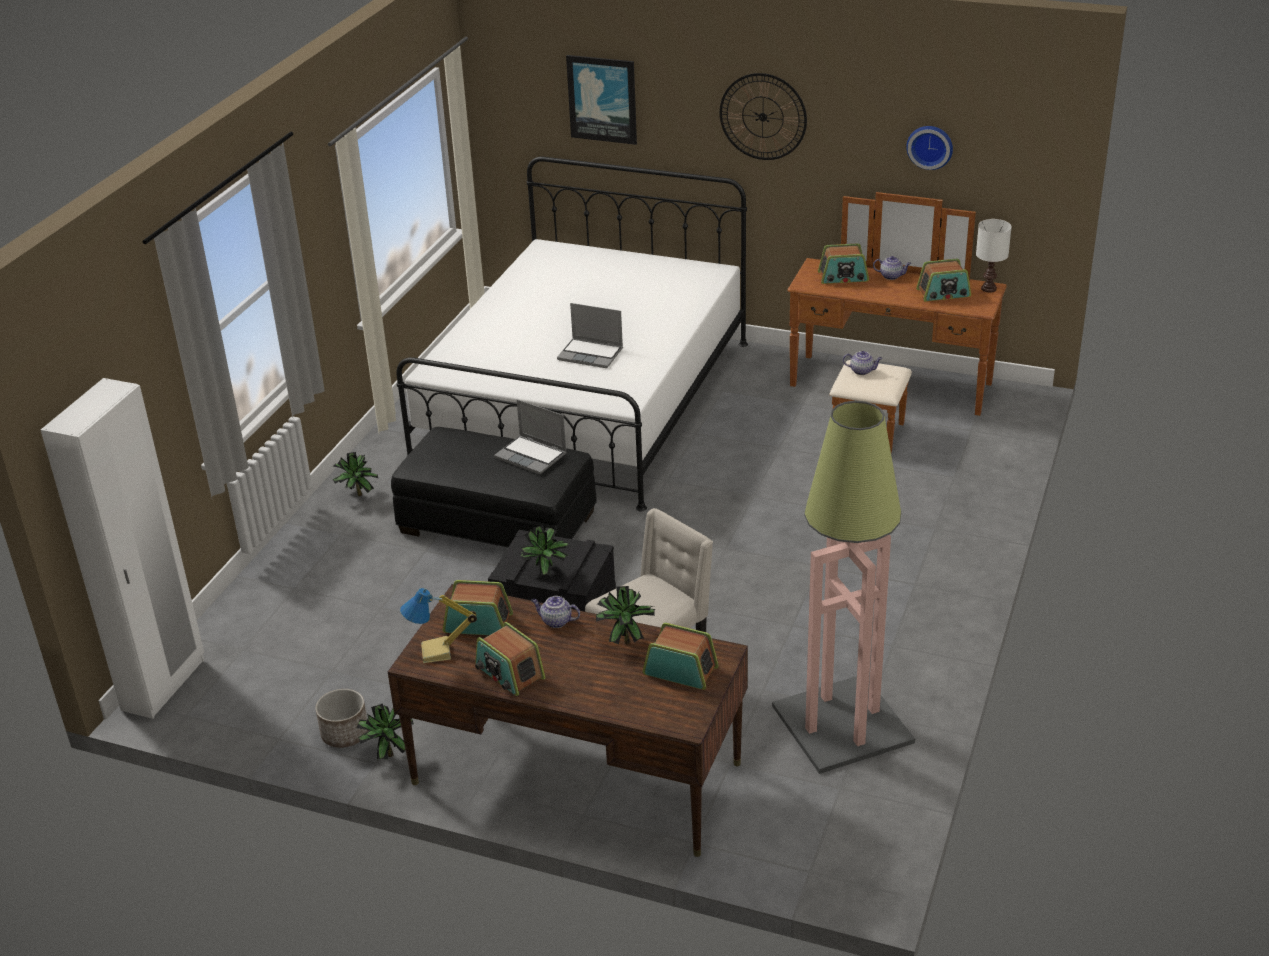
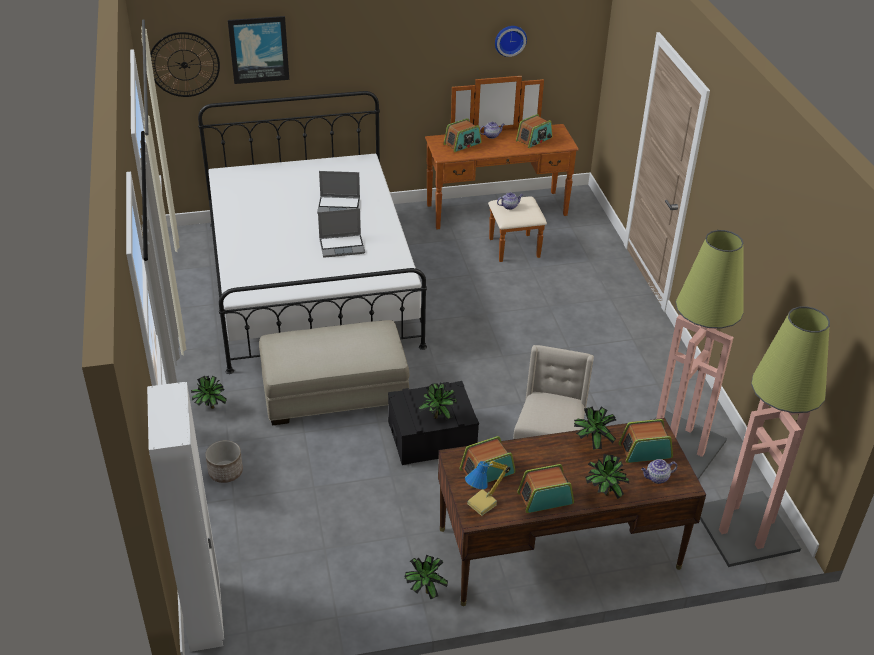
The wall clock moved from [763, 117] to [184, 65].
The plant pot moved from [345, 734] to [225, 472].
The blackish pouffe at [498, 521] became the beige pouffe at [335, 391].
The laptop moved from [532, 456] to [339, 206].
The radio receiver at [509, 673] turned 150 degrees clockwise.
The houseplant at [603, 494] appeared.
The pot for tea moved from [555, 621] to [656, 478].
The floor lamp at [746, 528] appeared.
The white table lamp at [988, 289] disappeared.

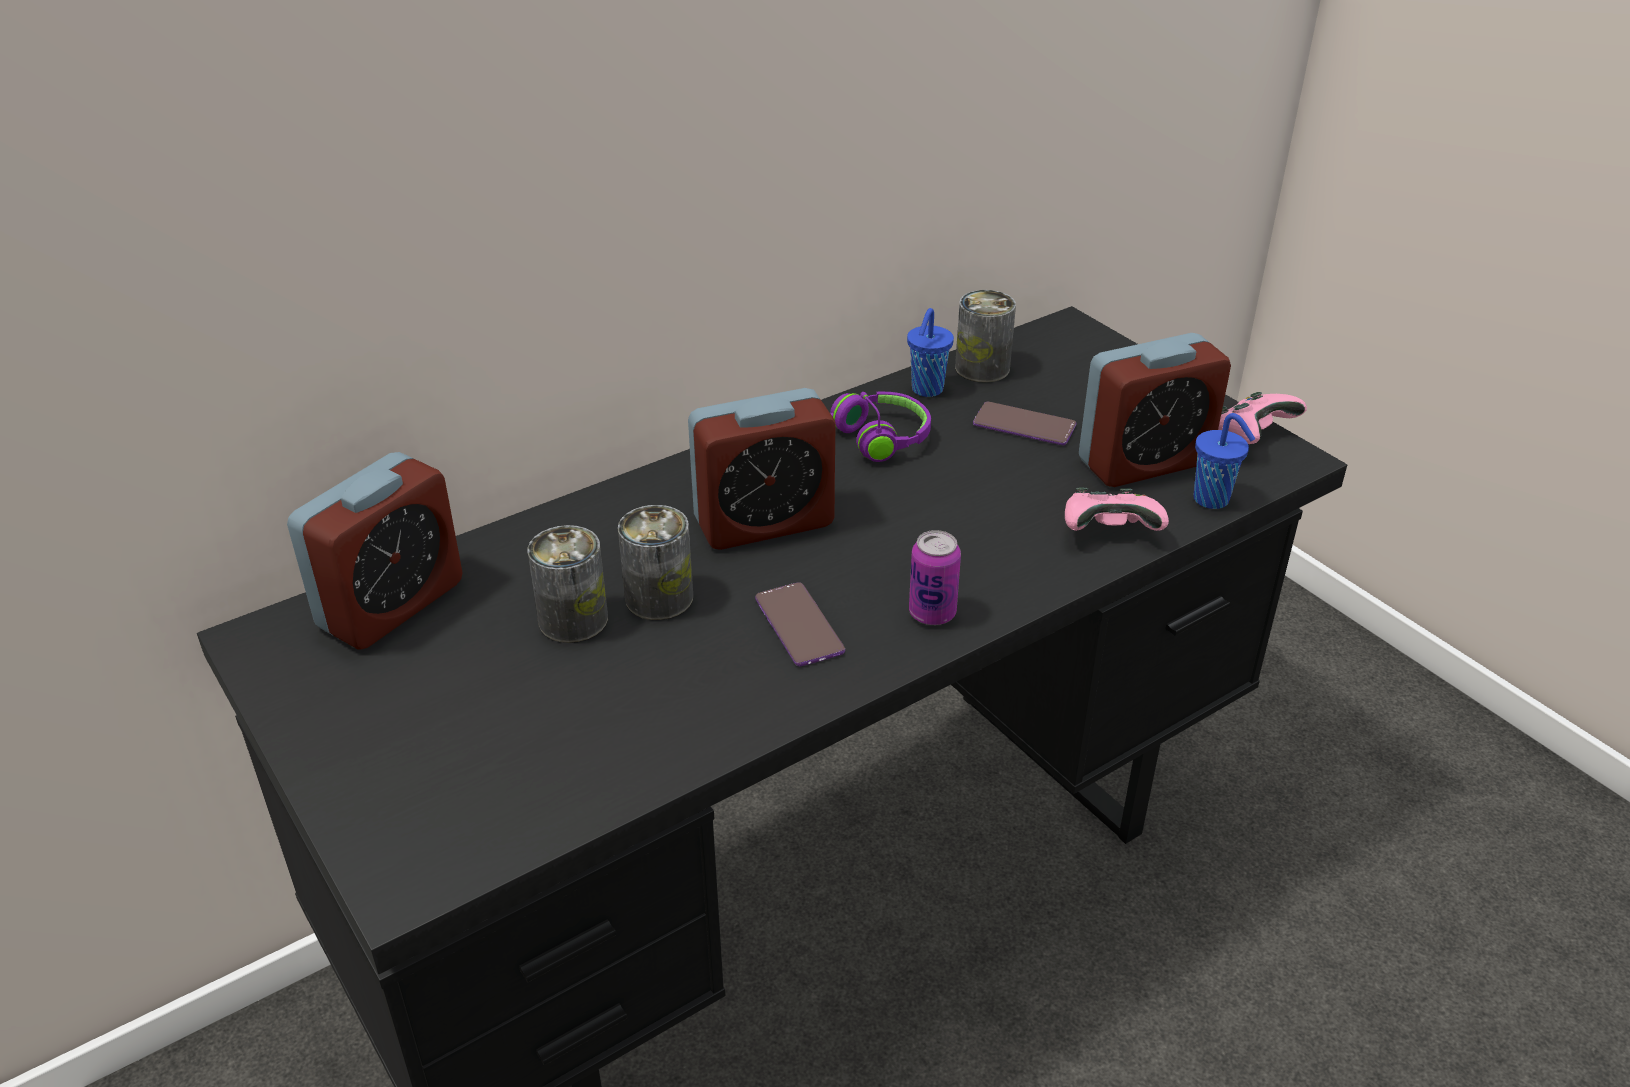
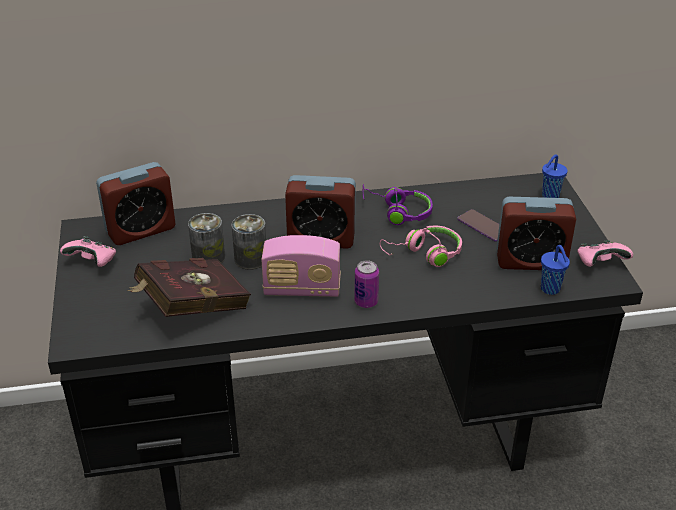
The pinkish gamepad moved from [1109, 532] to [93, 262].
The reddish volume at [190, 308] appeared.
The telephone at [799, 625] was replaced by the radio receiver at [302, 289].
The pinkish headset at [424, 254] appeared.
The bluish drinking cup moved from [926, 390] to [549, 197].
The sealed can at [982, 368] disappeared.

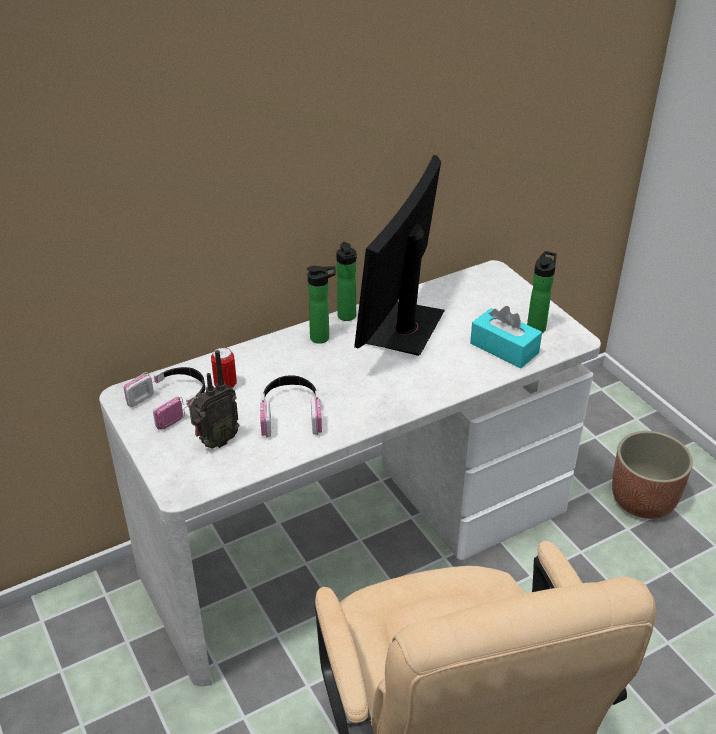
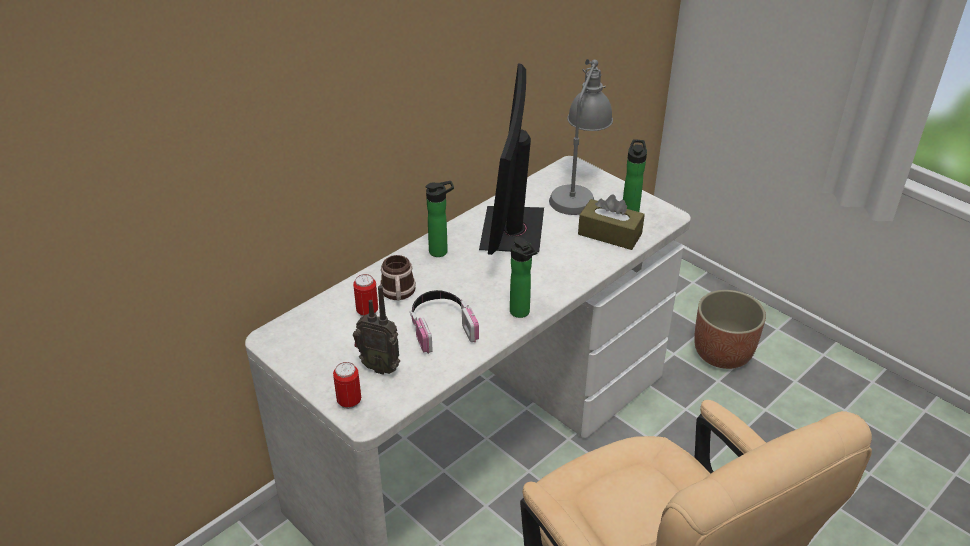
The sealed can at [349, 402] appeared.
The radio receiver at [215, 442] turned 75 degrees clockwise.
The coffee mug at [398, 293] appeared.
The beverage bottle moved from [347, 317] to [521, 313].
The greyish table lamp at [577, 191] appeared.
The blue-green tissue holder at [504, 348] became the brownish tissue holder at [609, 234].
The headset at [172, 402] disappeared.

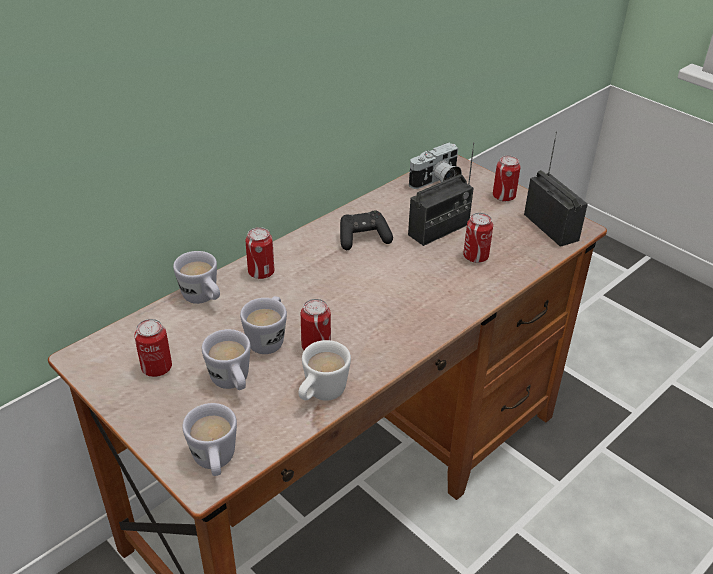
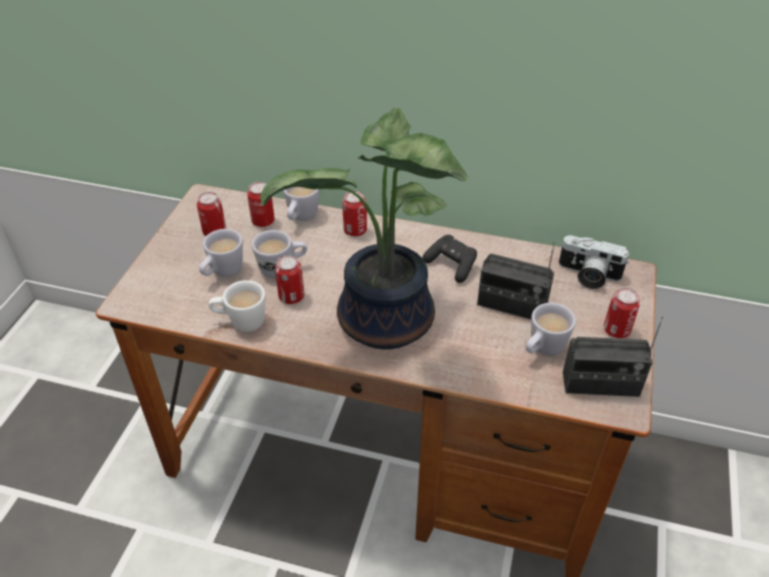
The sealed can moved from [475, 257] to [263, 221].
The houseplant at [383, 324] appeared.
The white coffee mug moved from [215, 463] to [542, 350].
The radio receiver at [551, 227] turned 60 degrees clockwise.

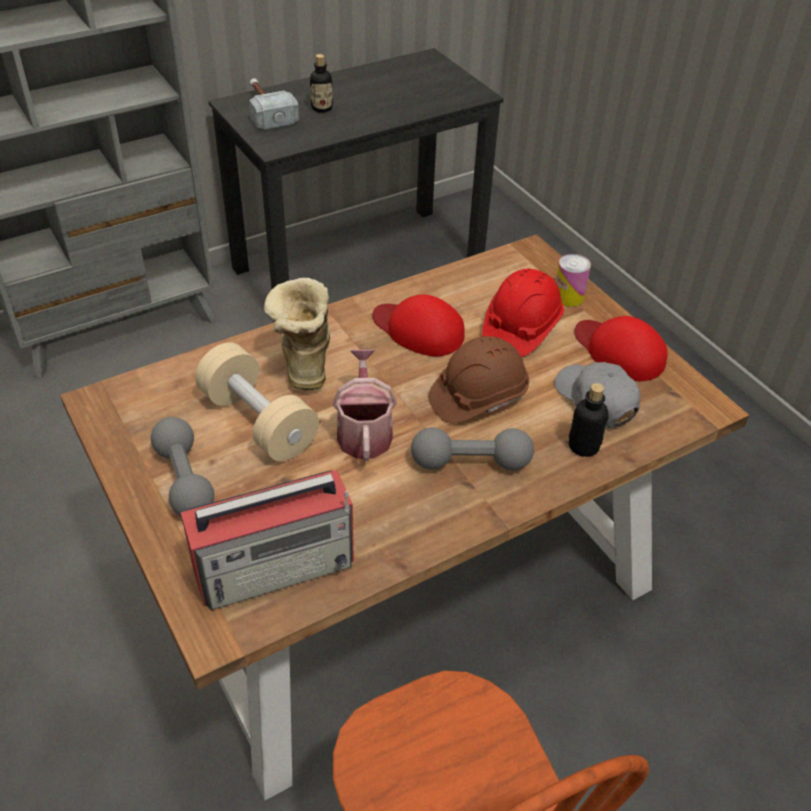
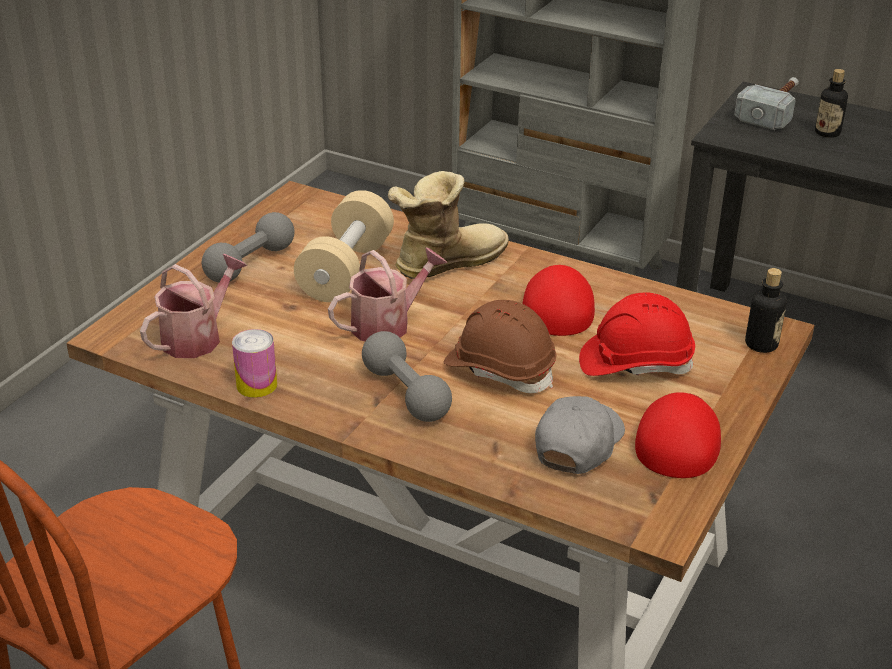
The radio receiver at [277, 566] was replaced by the watering pot at [197, 337].
The sealed can moved from [568, 297] to [256, 385].
The beverage bottle moved from [583, 446] to [761, 344].

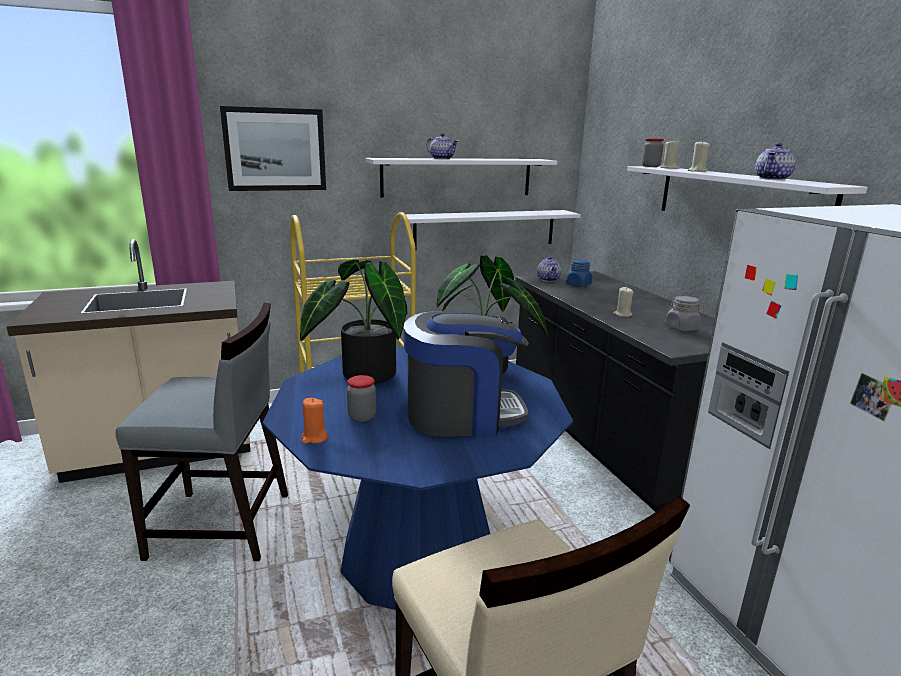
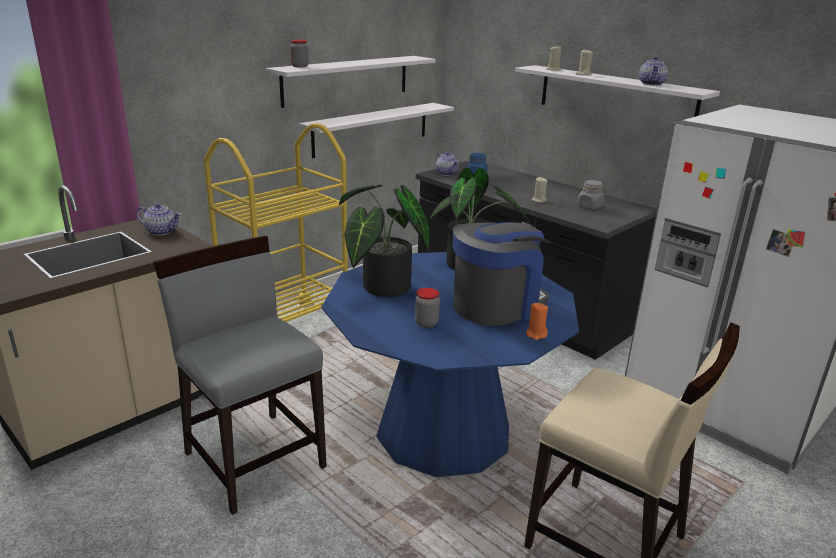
The pot for tea moved from [442, 158] to [161, 231].
The greyish upright chair at [222, 526] turned 105 degrees counterclockwise.
The preserve jar moved from [650, 166] to [299, 66].
The orange candle moved from [314, 438] to [536, 334].
The picture at [275, 149] disappeared.

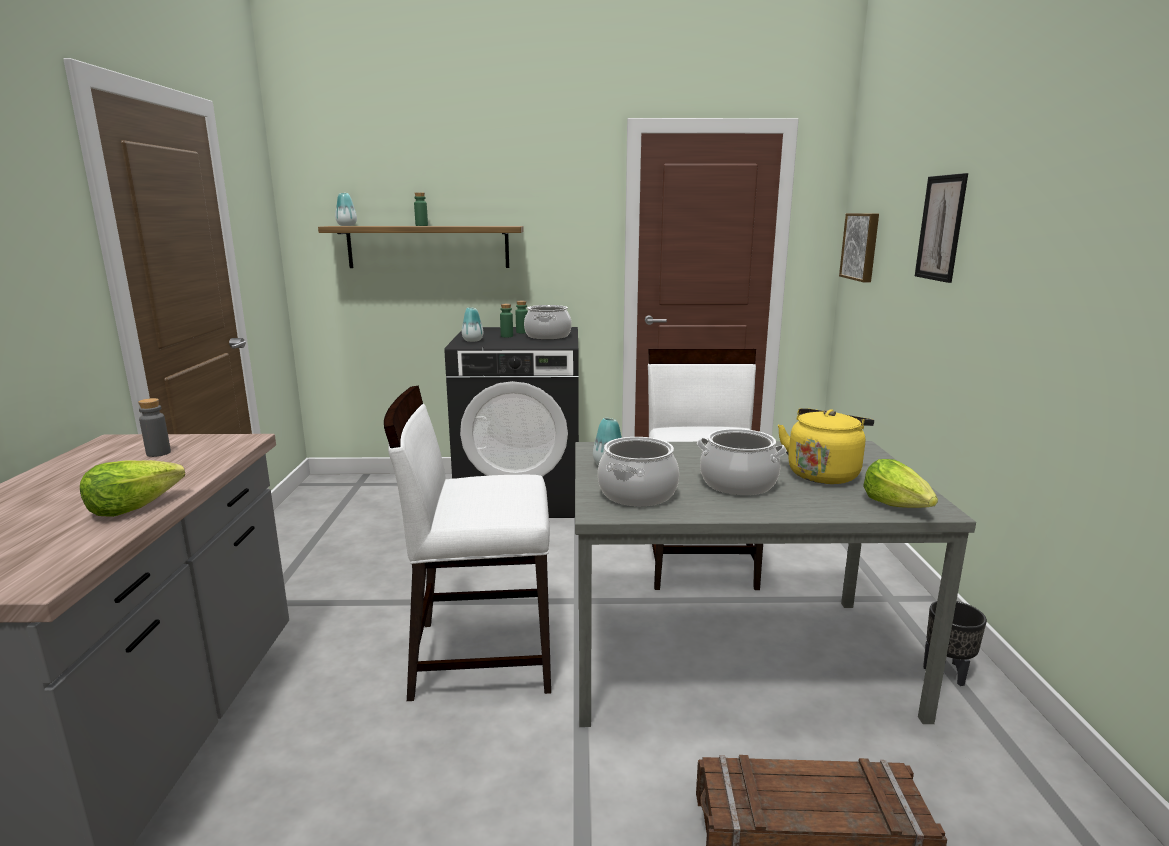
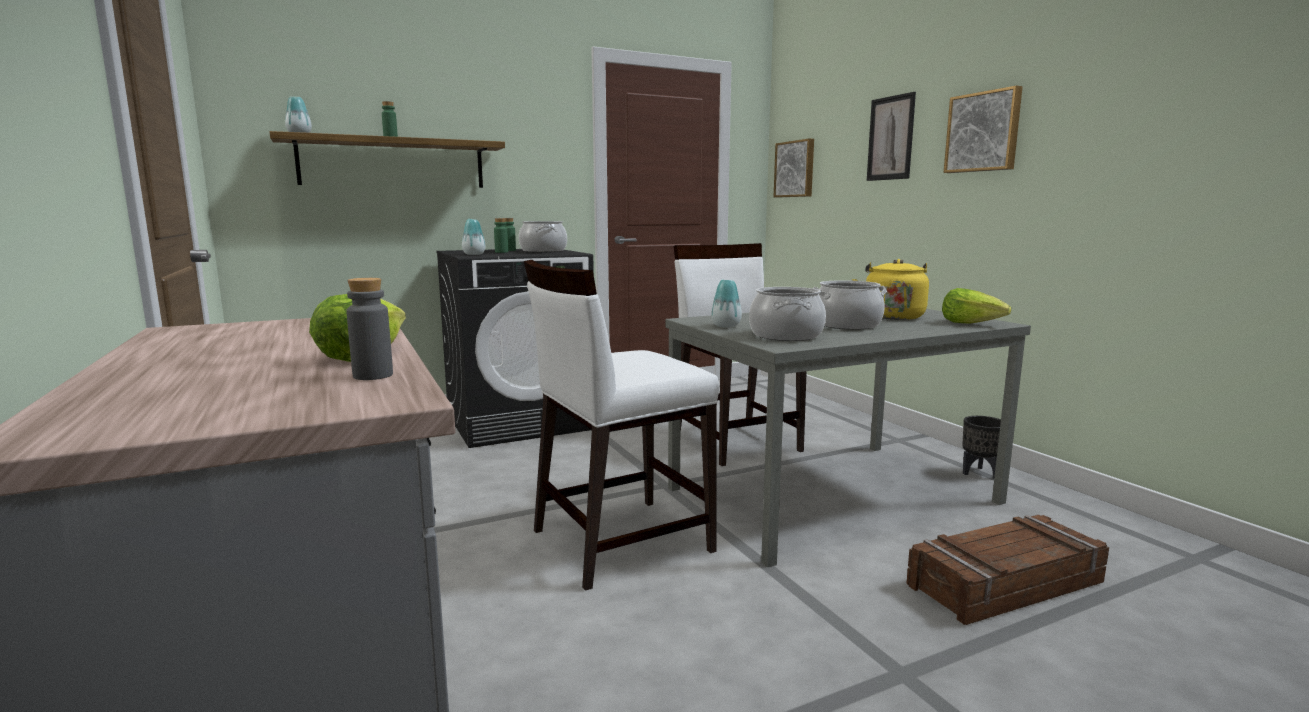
The greyish beverage bottle moved from [158, 453] to [373, 375].
The picture at [983, 132] appeared.

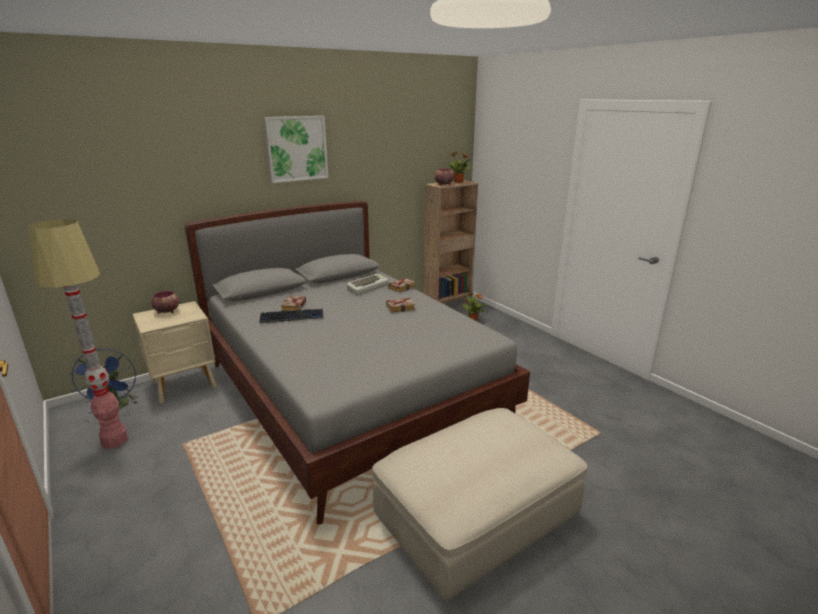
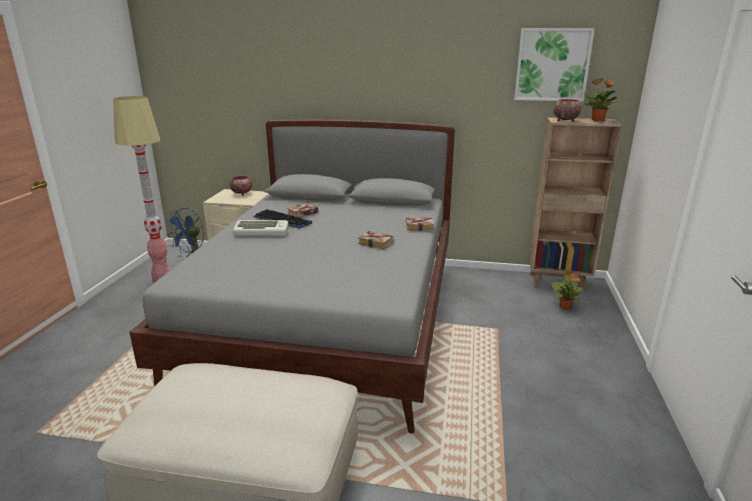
The PC keyboard moved from [367, 287] to [262, 232].
The picture moved from [296, 148] to [552, 65].

